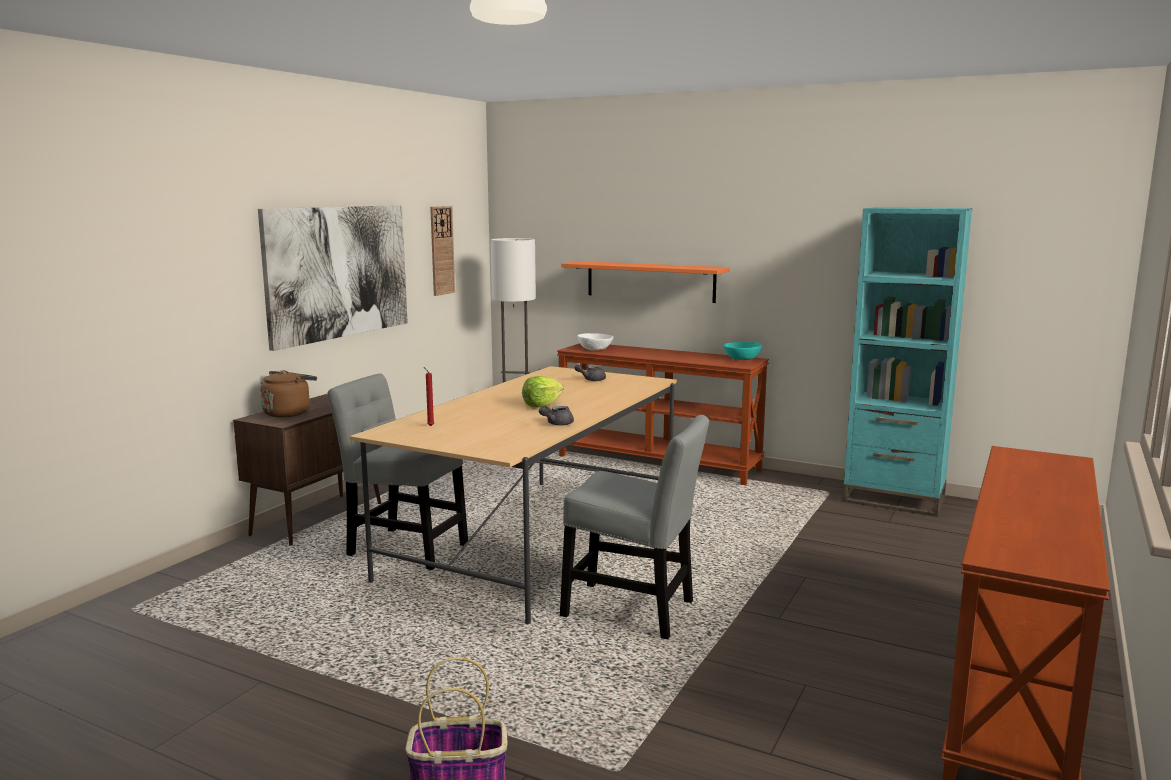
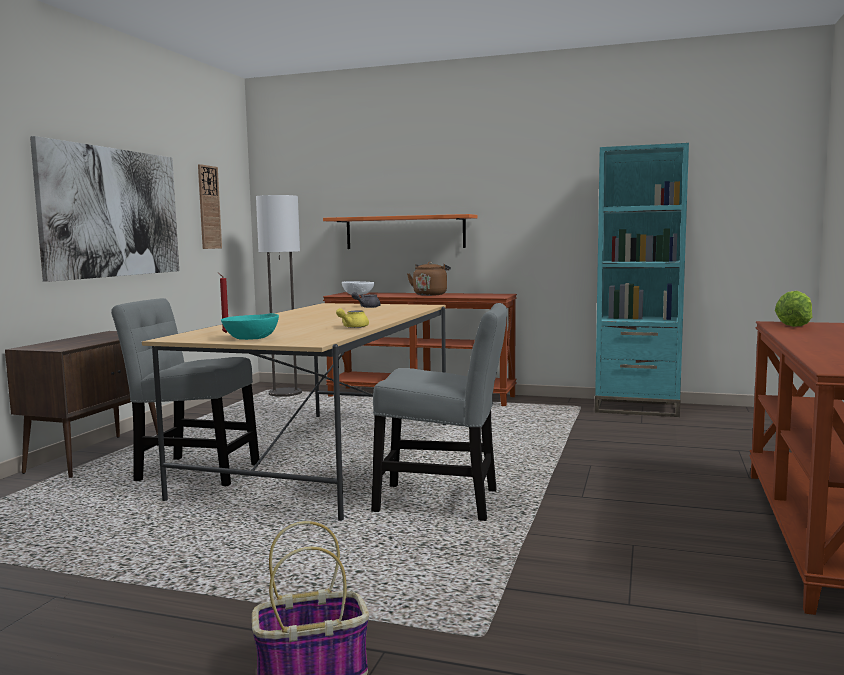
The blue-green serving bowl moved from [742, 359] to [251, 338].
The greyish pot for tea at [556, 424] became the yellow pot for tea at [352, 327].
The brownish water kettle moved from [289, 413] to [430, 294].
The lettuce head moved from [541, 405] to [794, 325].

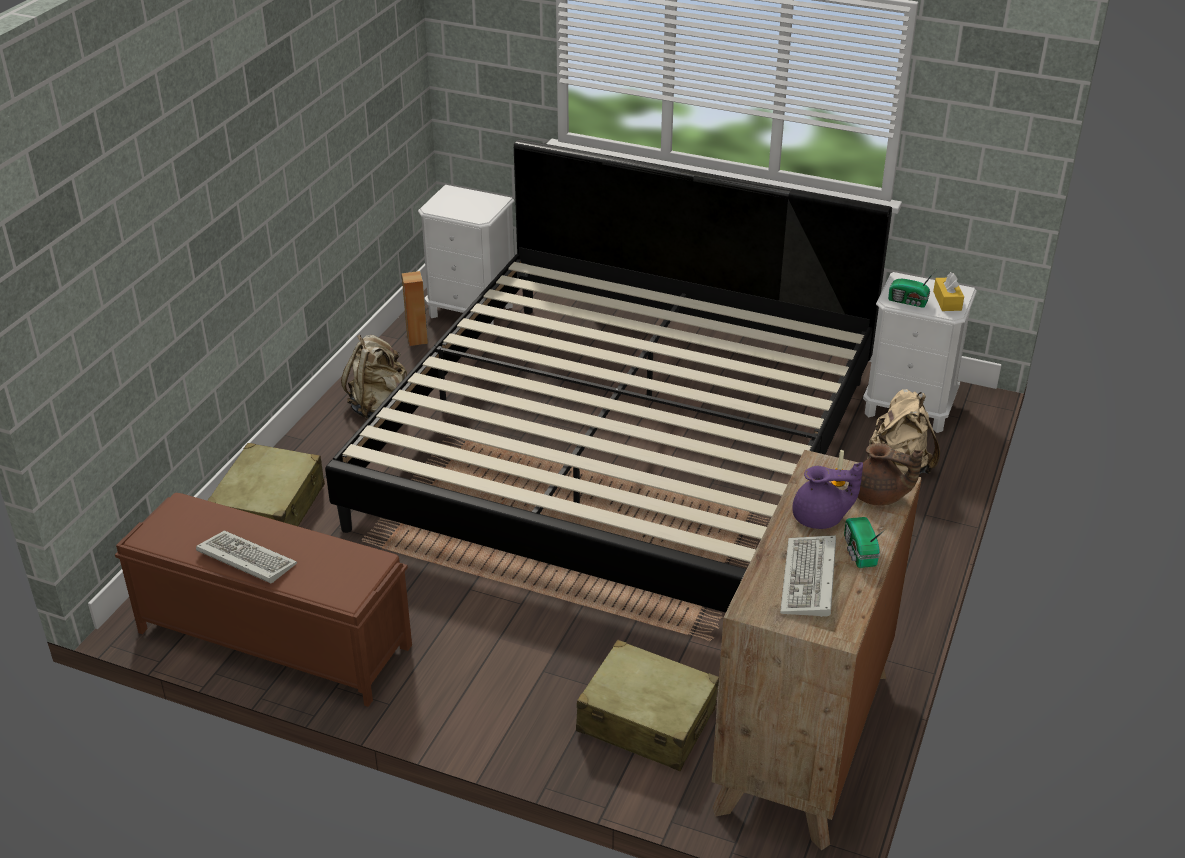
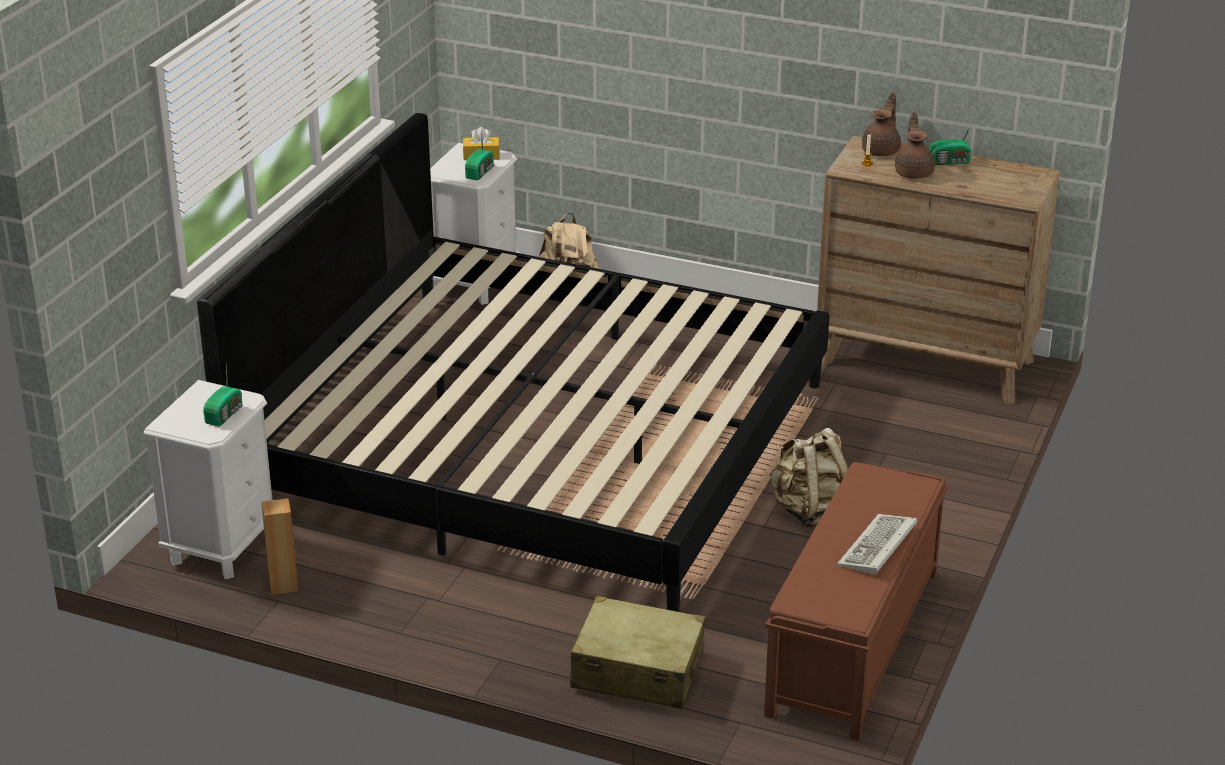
The radio receiver at [225, 414] appeared.
The beige backpack moved from [379, 407] to [810, 511].
The purple-coloured pot for tea at [820, 518] became the brownish pot for tea at [914, 172].
The beige suitcase at [646, 720] disappeared.
The PC keyboard at [810, 581] disappeared.

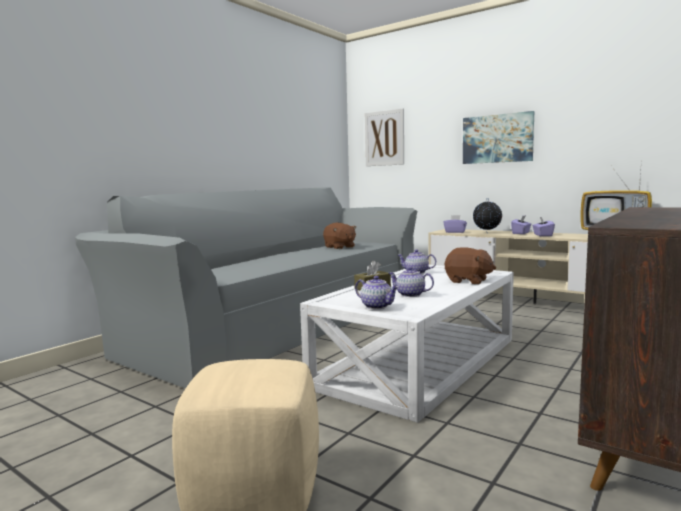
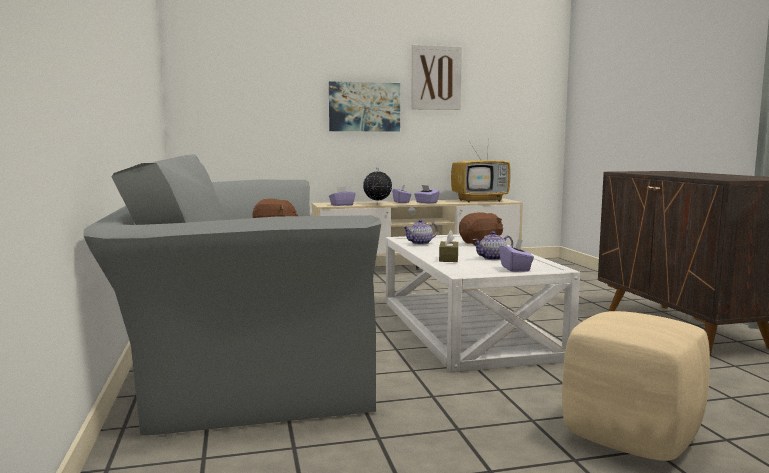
The picture moved from [384, 138] to [436, 78].
The pot for tea at [377, 306] was replaced by the purple-coloured tissue holder at [515, 268].

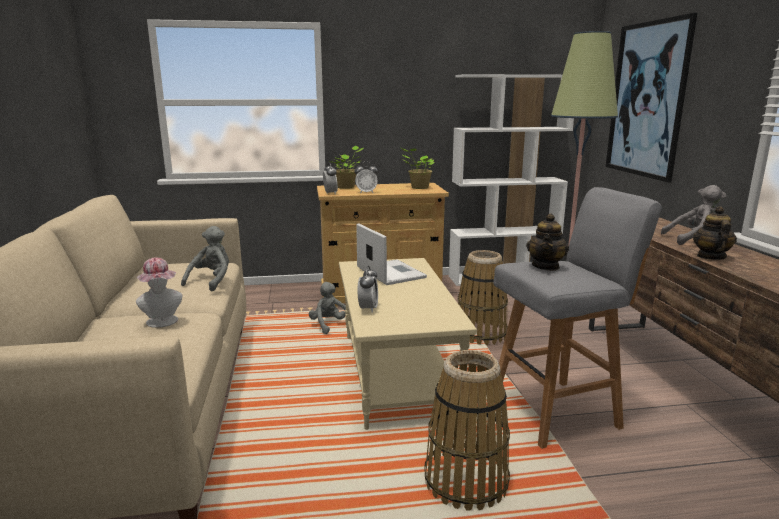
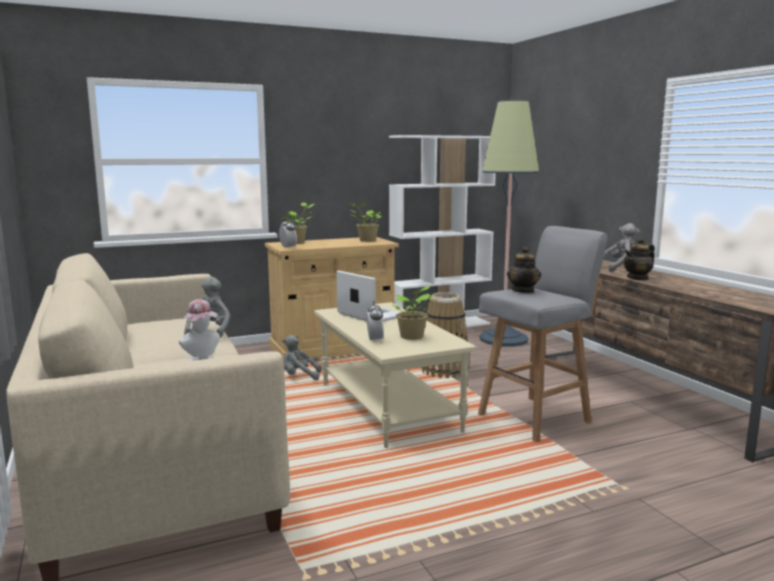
The greyish plush toy at [330, 325] turned 45 degrees counterclockwise.
The houseplant at [412, 337] appeared.
The pot for tea at [710, 257] turned 120 degrees counterclockwise.
The bedside clock at [366, 192] disappeared.
The storage basket at [465, 481] disappeared.
The picture at [647, 100] disappeared.

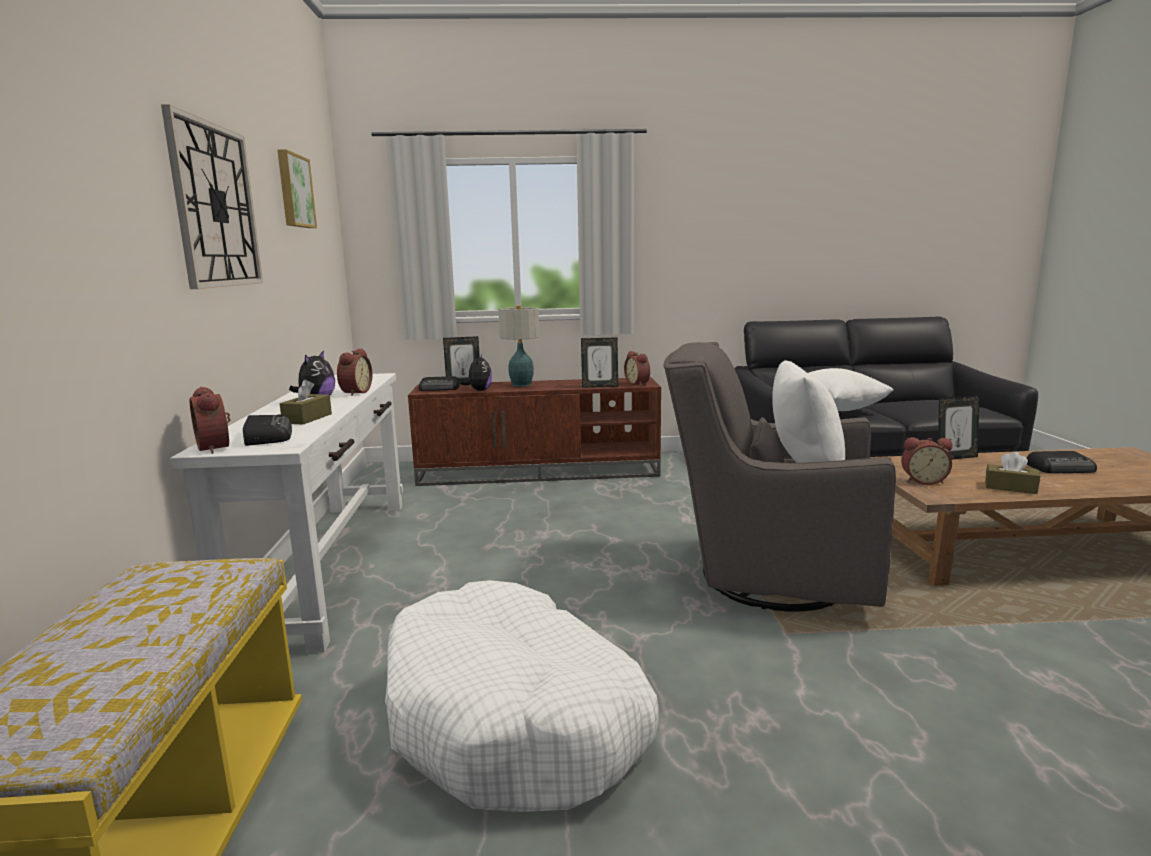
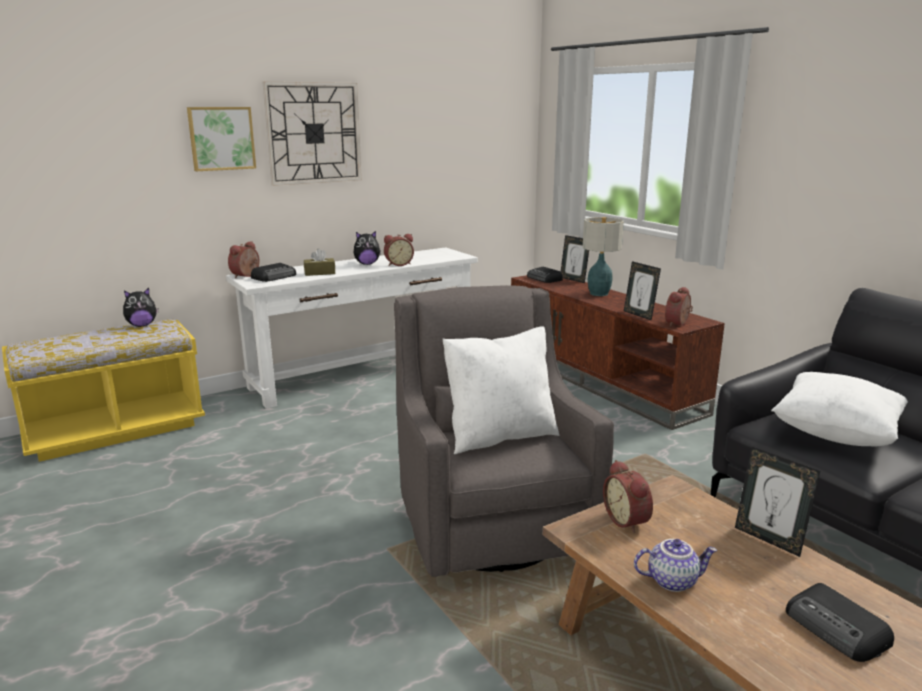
The plush toy moved from [479, 390] to [142, 325].
The picture moved from [294, 191] to [221, 138].
The brownish tissue holder at [1010, 487] was replaced by the pot for tea at [672, 580].
The white dog cushion at [515, 719] disappeared.

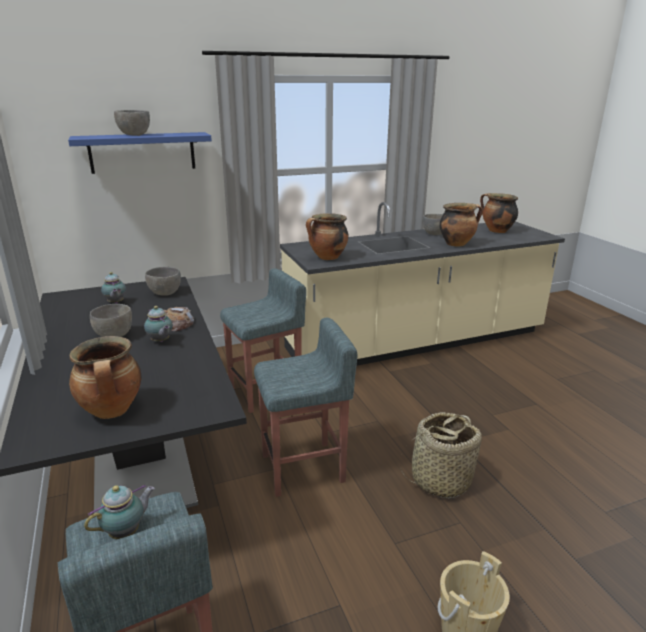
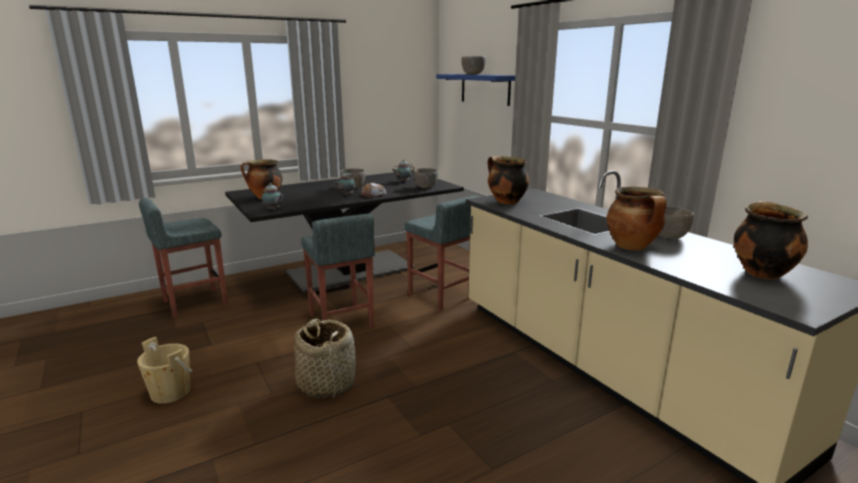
The pot for tea moved from [127, 532] to [273, 210].

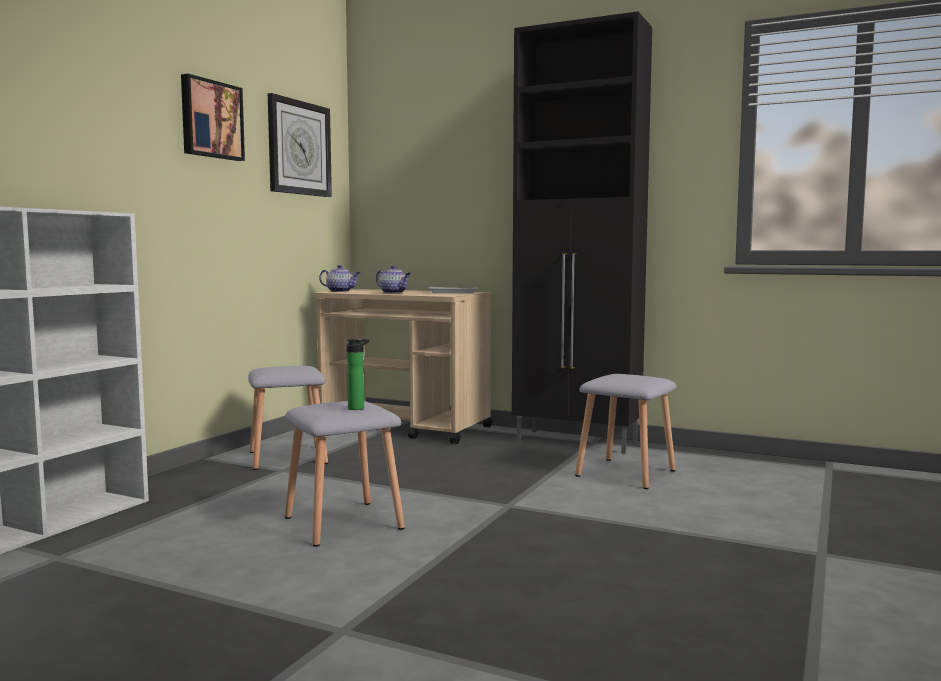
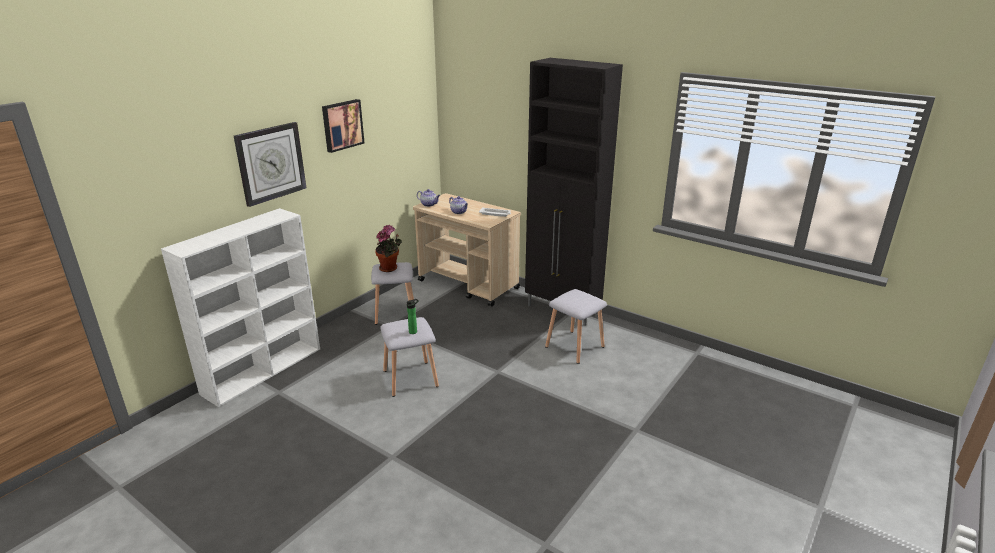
The wall clock moved from [299, 148] to [270, 163].
The houseplant at [390, 268] appeared.

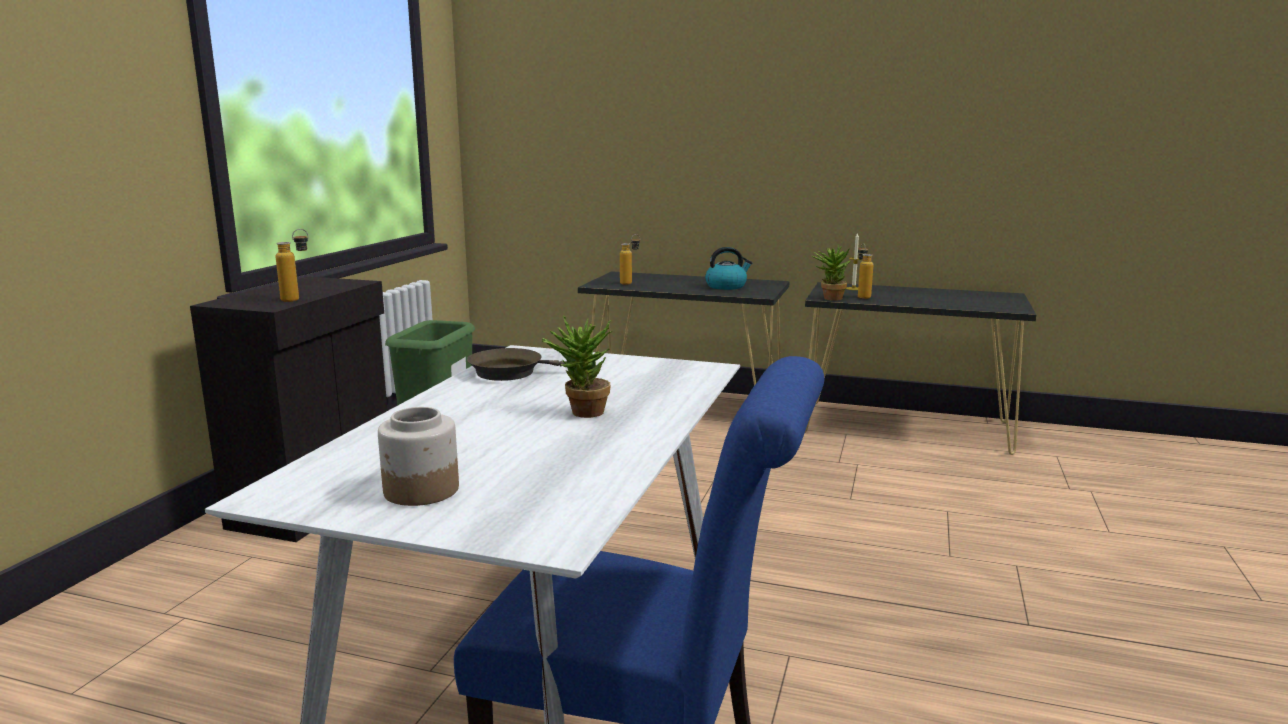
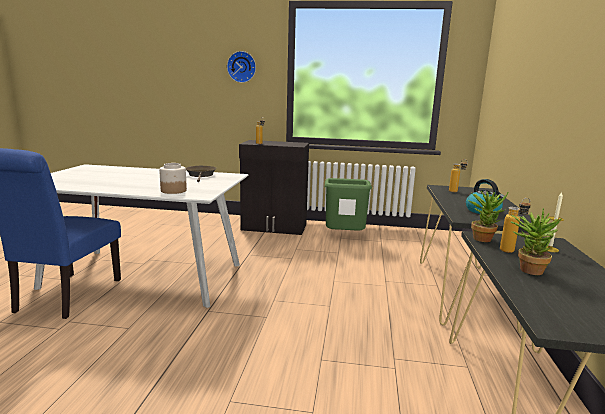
The preserve jar moved from [421, 491] to [173, 191].
The wall clock at [242, 67] appeared.
The houseplant moved from [581, 413] to [526, 269].

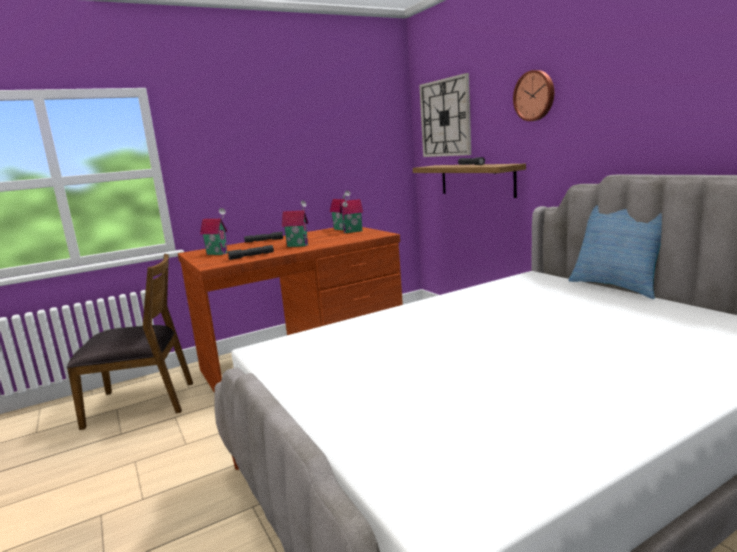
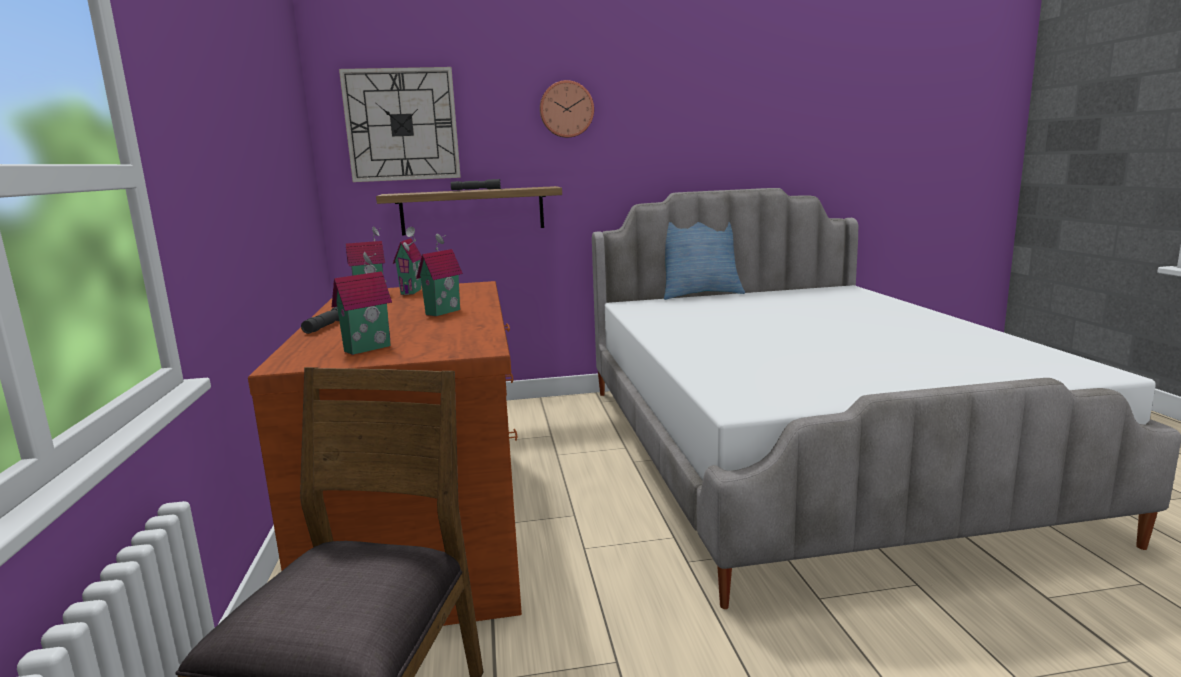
The greyish hand torch at [251, 256] disappeared.

